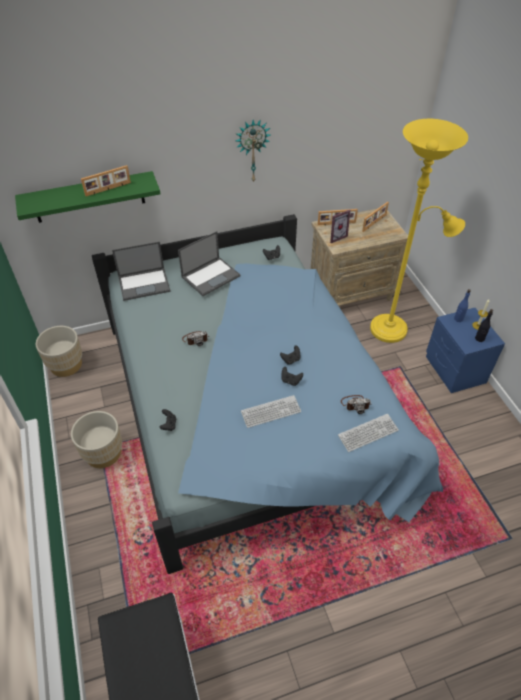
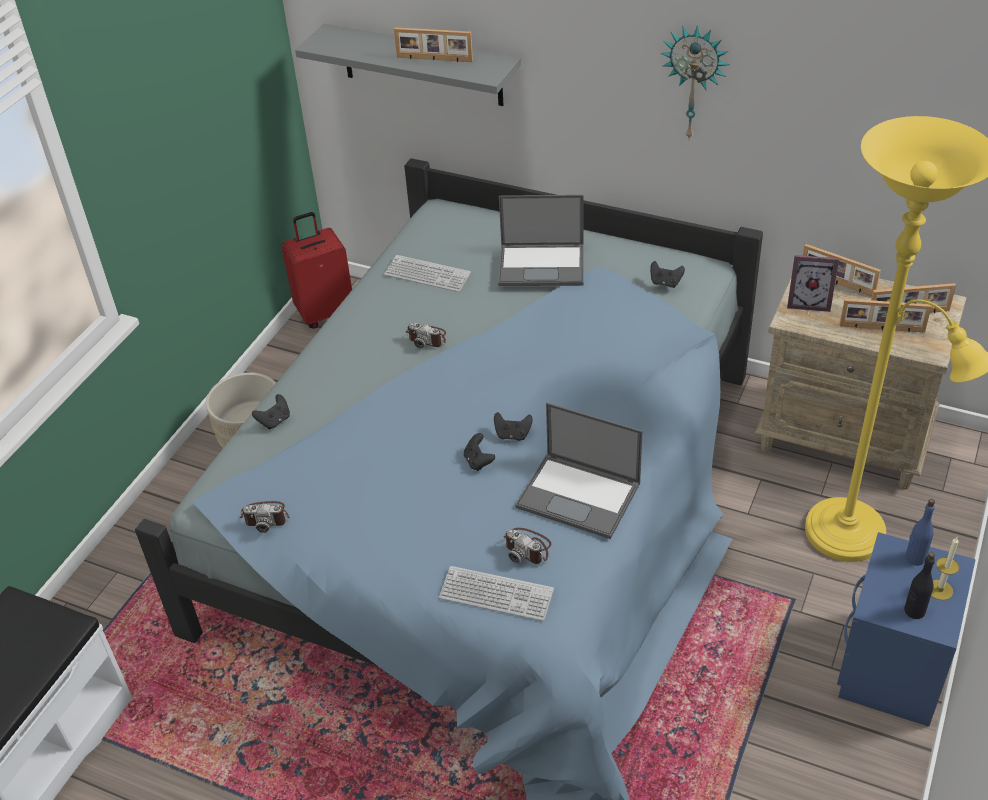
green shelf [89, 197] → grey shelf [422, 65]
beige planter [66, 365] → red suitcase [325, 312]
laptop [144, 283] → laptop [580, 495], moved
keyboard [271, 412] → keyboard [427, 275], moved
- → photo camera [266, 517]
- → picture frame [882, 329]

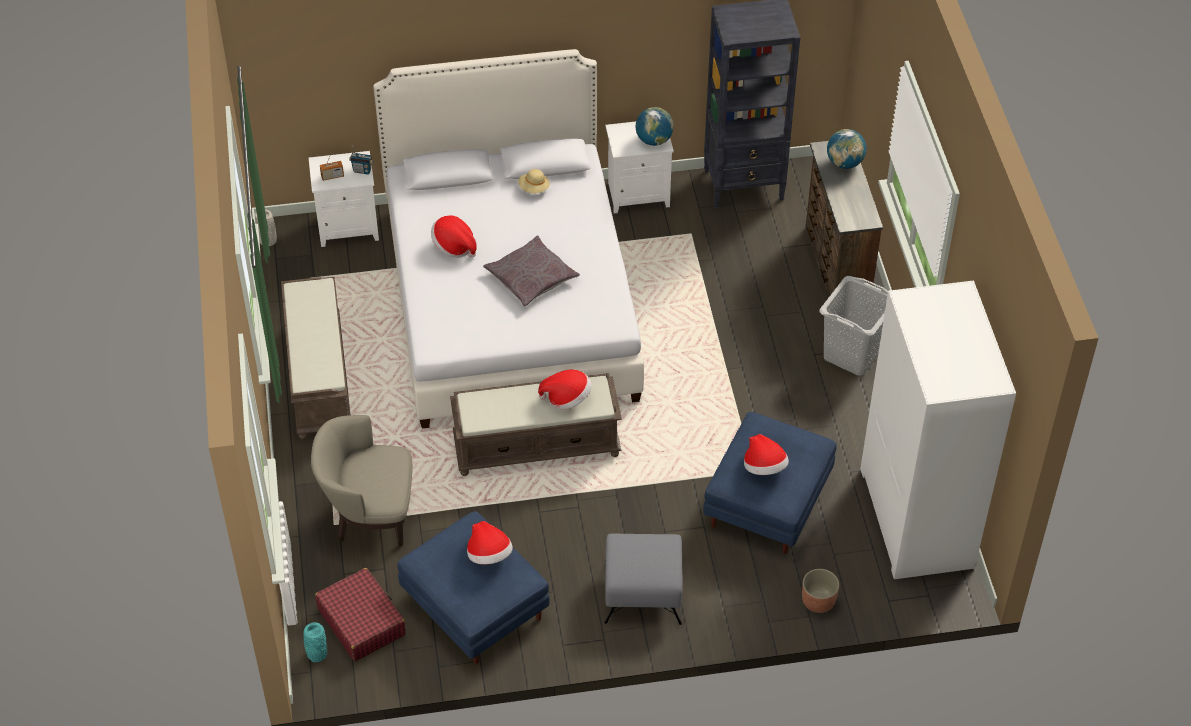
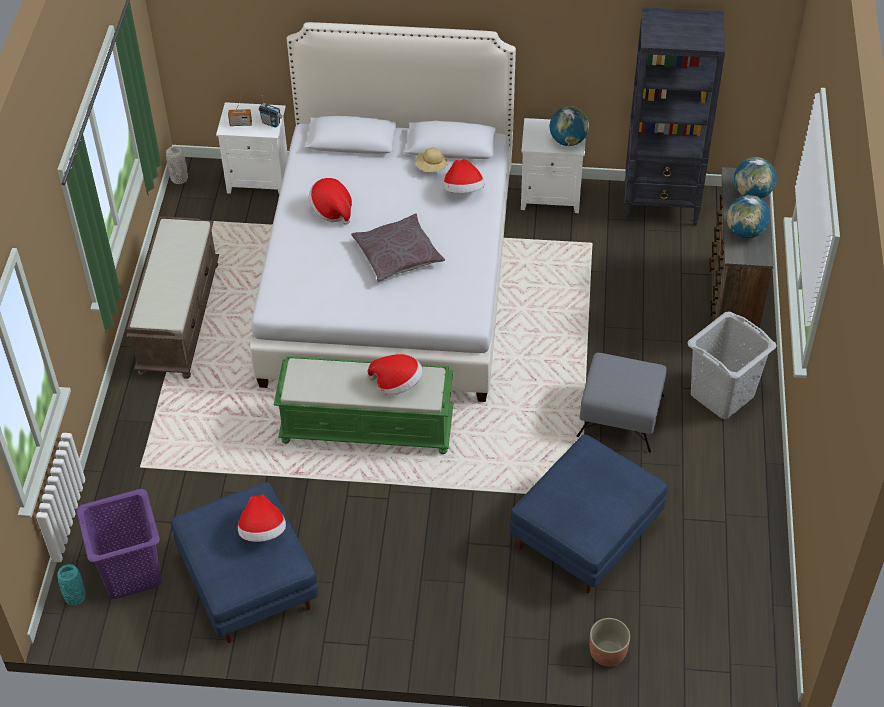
beige armchair [369, 515] → -
red suitcase [361, 621] → purple laundry basket [131, 572]
brown bench [537, 445] → green bench [368, 427]
grey ottoman [642, 591] → grey ottoman [619, 415], moved
hat [764, 467] → hat [463, 191], moved
white wardrobe [918, 519] → -
- → globe [745, 232]

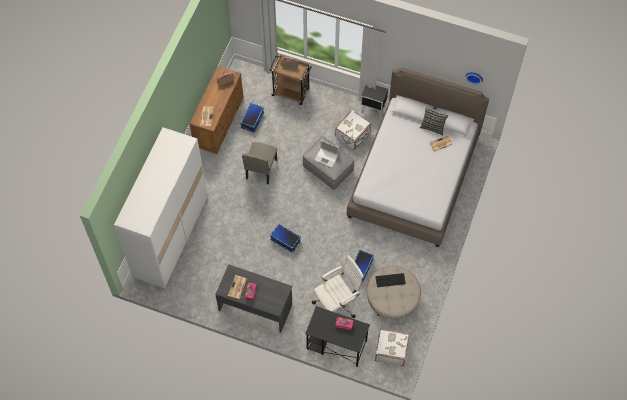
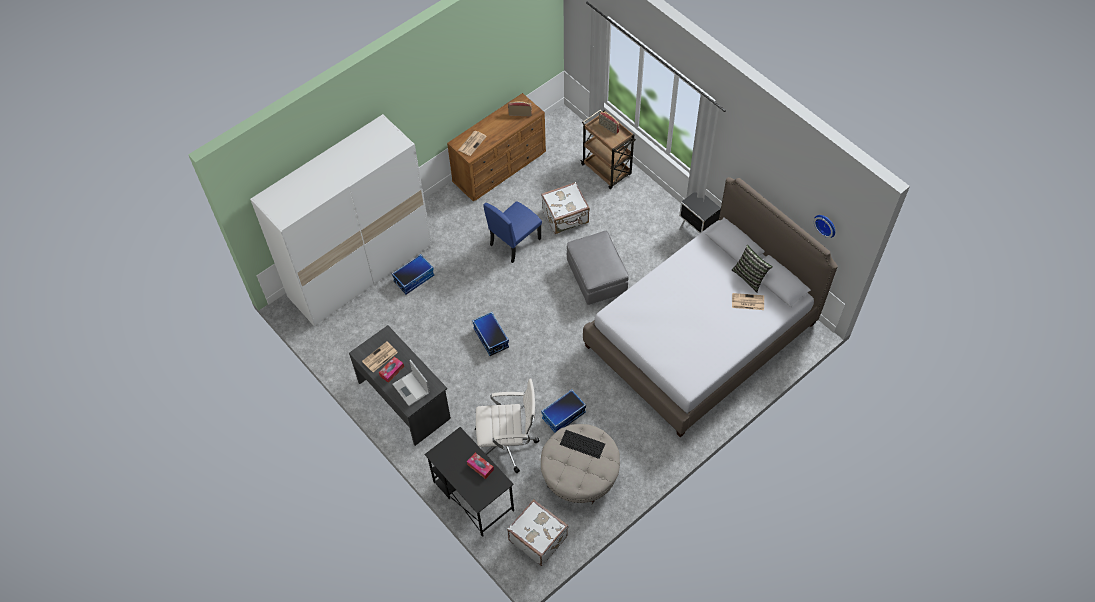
storage box [252, 120] → storage box [414, 278], moved
beige chair [261, 169] → blue chair [515, 241]
laptop [327, 157] → laptop [411, 389], moved
white suitcase [353, 135] → white suitcase [566, 217], moved

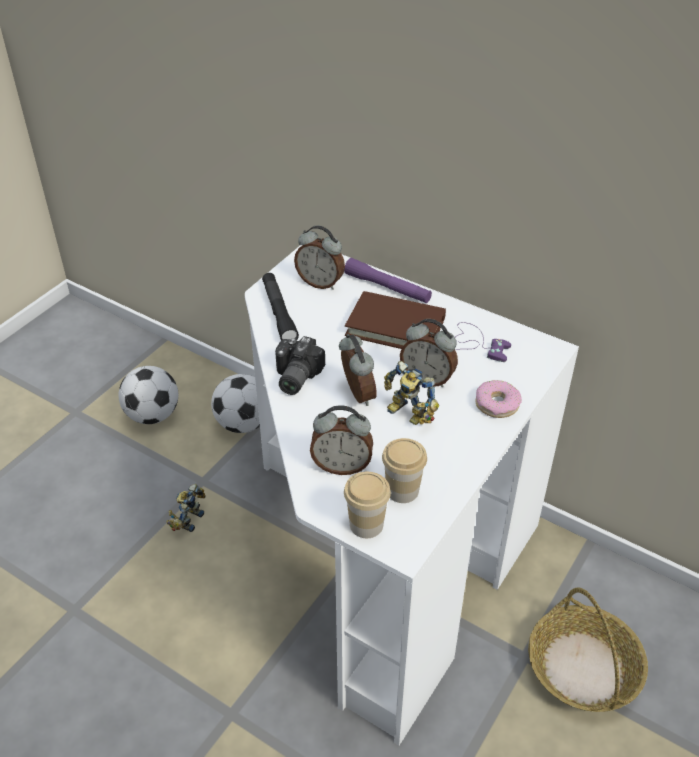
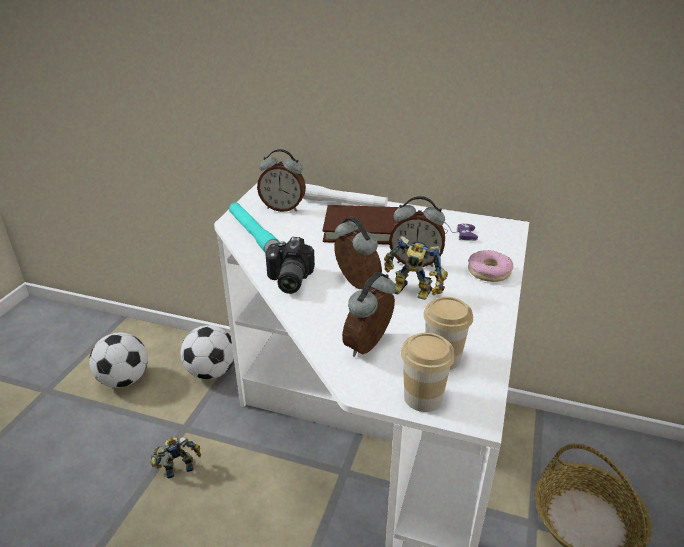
toy robot [188, 519] → toy robot [178, 466], 60 degrees clockwise
black flashlight [279, 313] → turquoise flashlight [253, 234]
alarm clock [342, 466] → alarm clock [370, 347], 135 degrees clockwise
purple flashlight [387, 288] → white flashlight [344, 204]

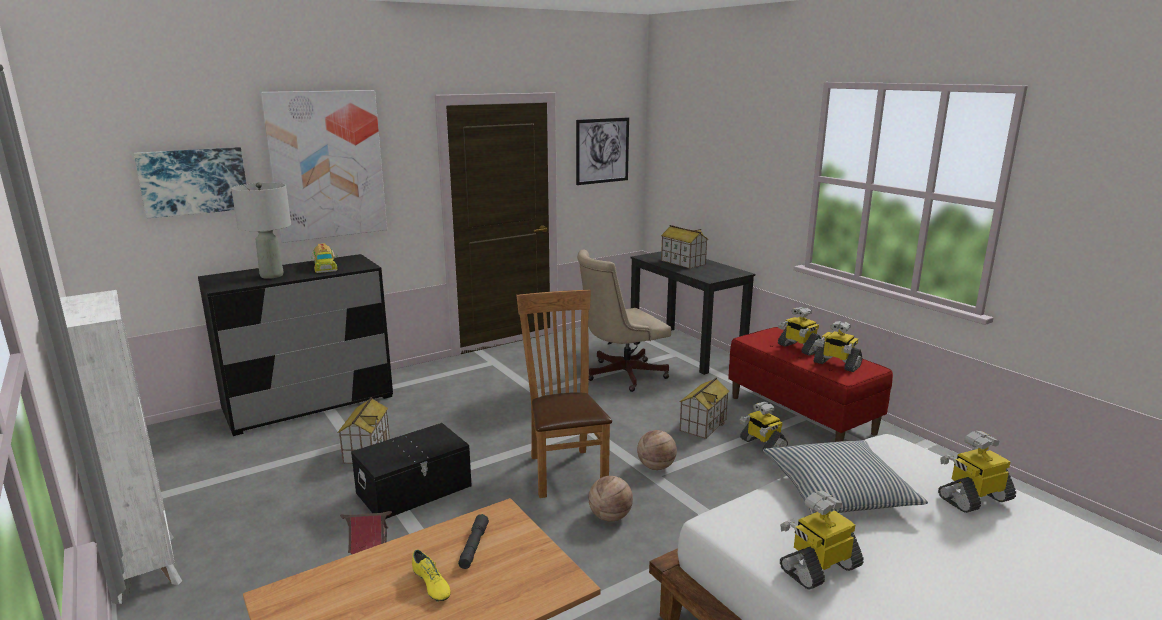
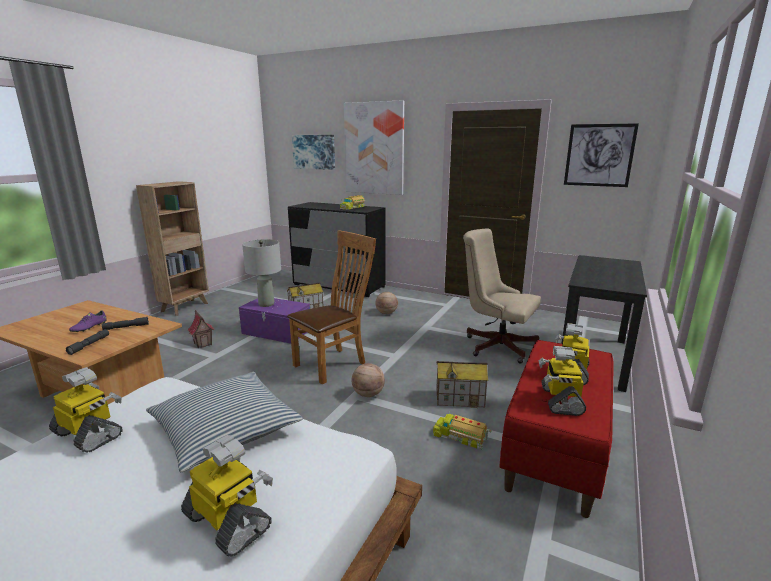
white bookcase [147, 566] → brown bookcase [186, 307]
grey table lamp [271, 275] → grey table lamp [266, 304], moved
black storage box [415, 490] → purple storage box [276, 332]
yellow shoe [431, 585] → purple shoe [89, 327]
basketball [610, 517] → basketball [386, 313], moved
toy house [682, 262] → -
toy robot [762, 444] → toy truck [460, 436]
- → grey flashlight [89, 345]

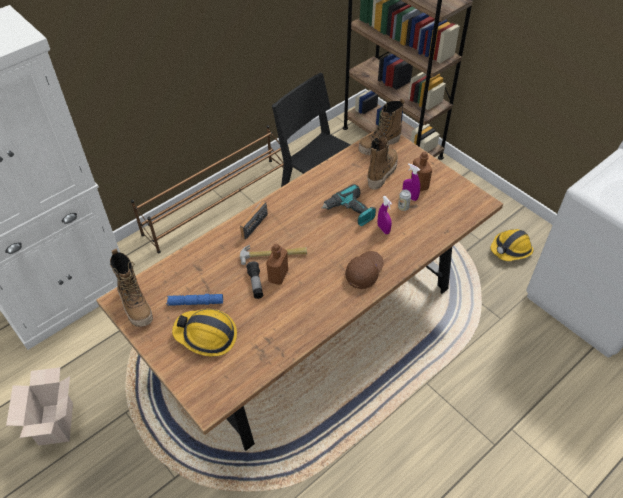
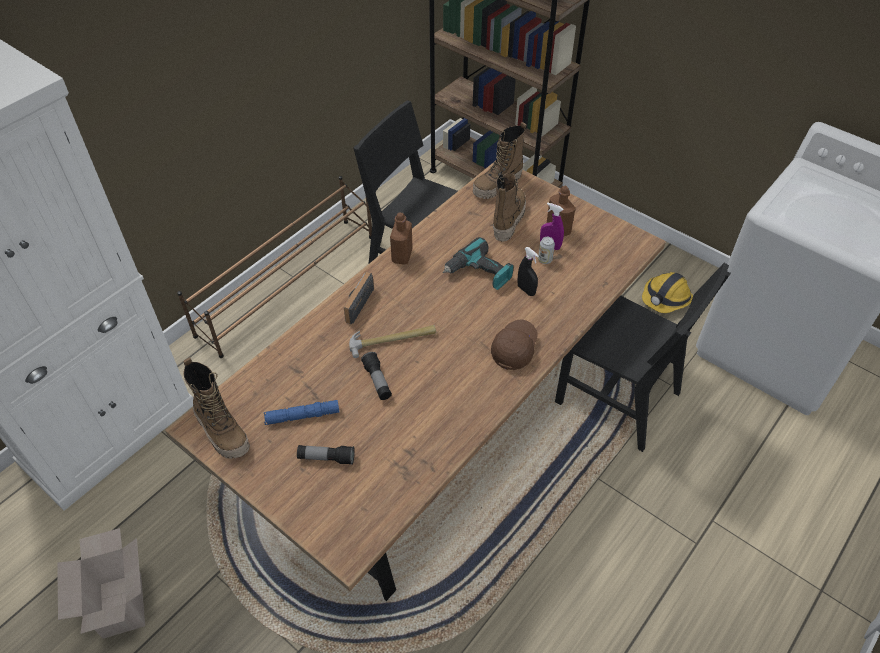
hard hat [206, 336] → flashlight [326, 458]
brown bottle [278, 276] → brown bottle [402, 256], moved
purple spray bottle [383, 229] → black spray bottle [526, 290]
- → black chair [617, 398]

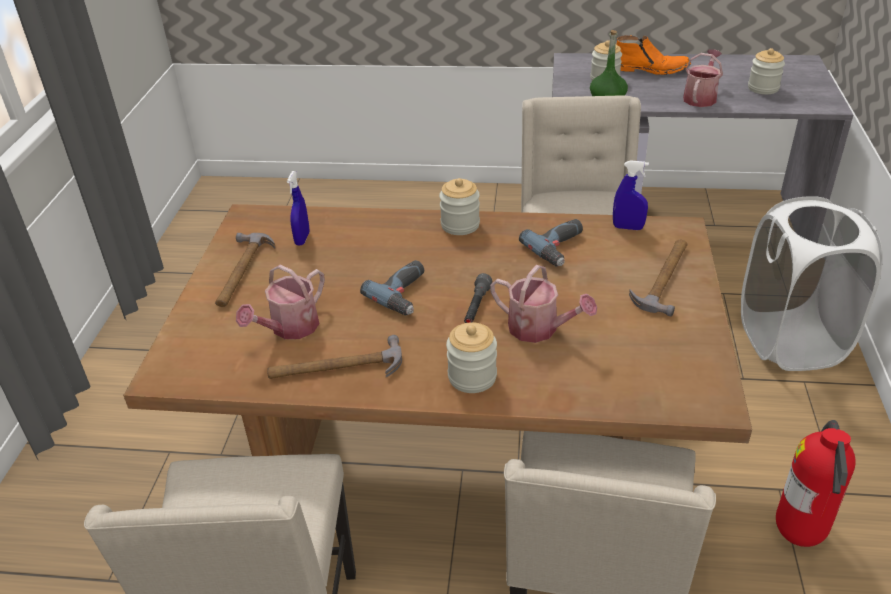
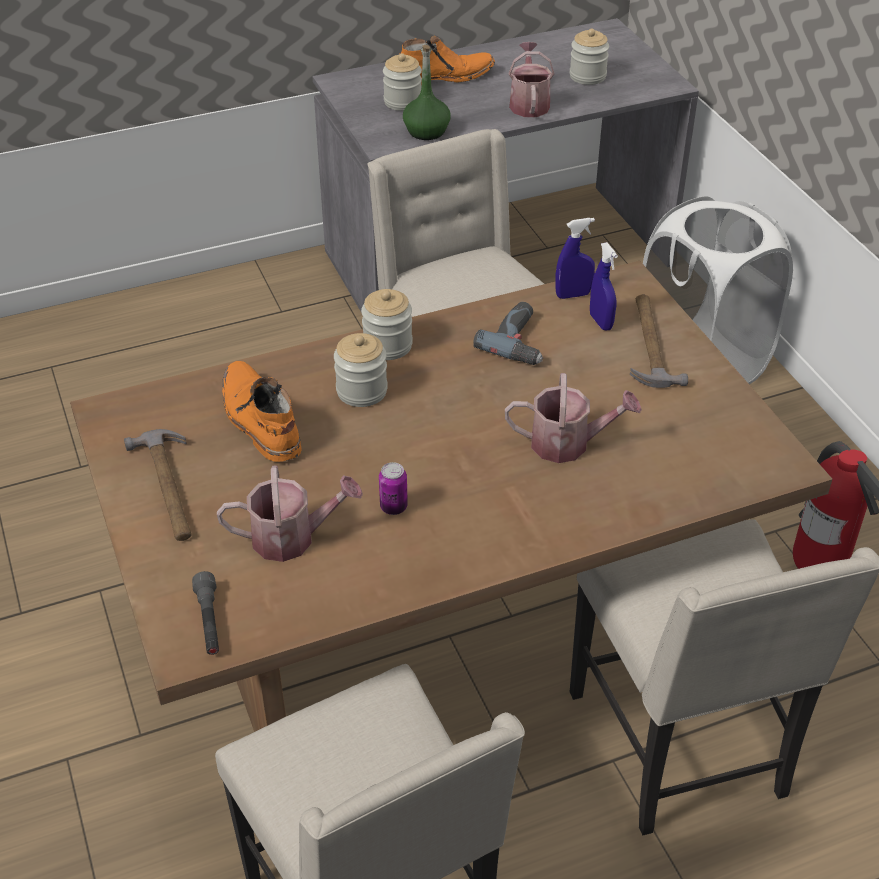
watering can [289, 328] → watering can [292, 537], 105 degrees counterclockwise
hammer [336, 368] → -
blue spray bottle [302, 239] → blue spray bottle [601, 322], moved
power drill [406, 294] → -
jar [472, 377] → jar [362, 391], moved
grey flashlight [476, 306] → grey flashlight [209, 621], moved
- → orange boot [259, 420]
- → can [393, 507]

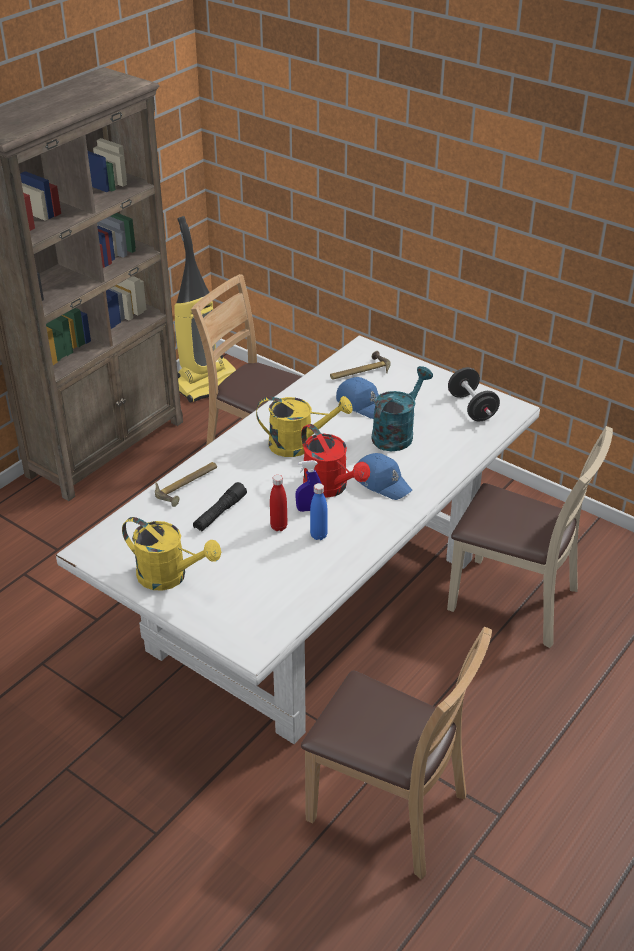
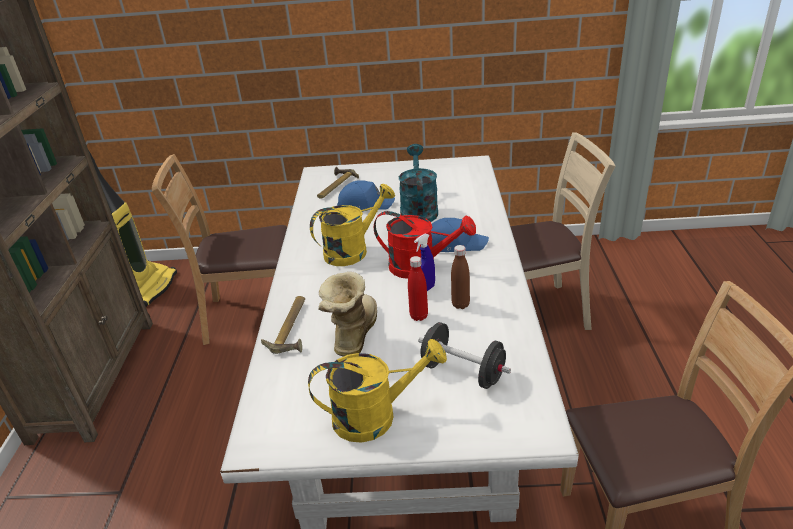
black flashlight [220, 513] → boot [352, 334]
blue bottle [318, 535] → brown bottle [460, 304]
black dumbbell [472, 408] → black dumbbell [463, 372], moved

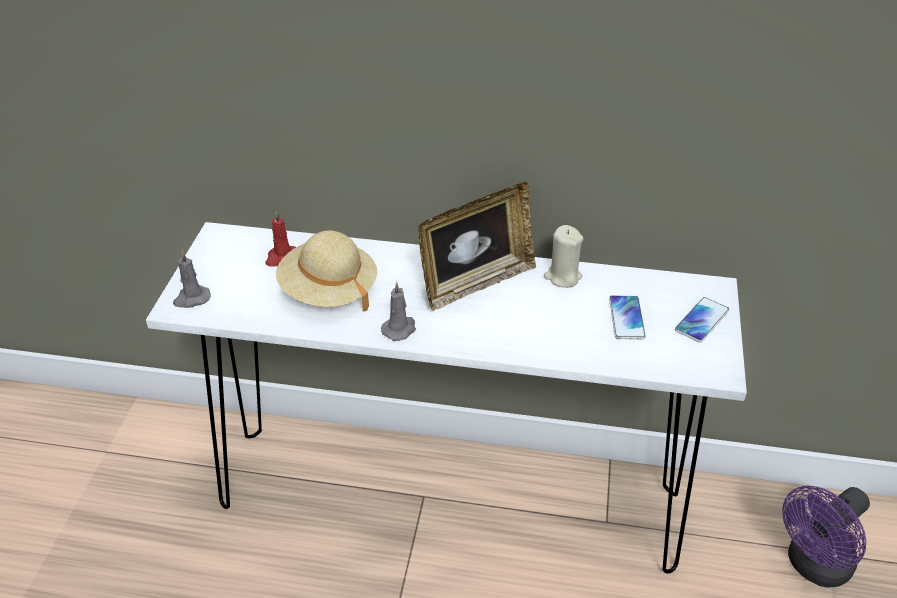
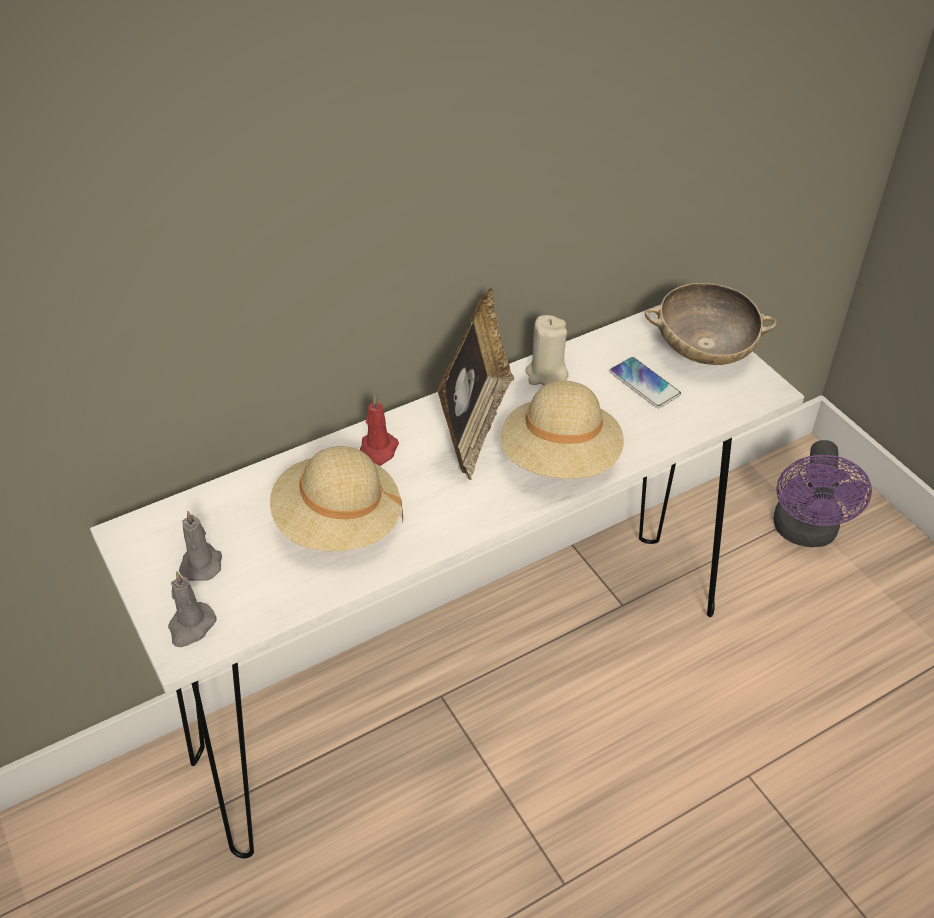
red candle [281, 258] → red candle [378, 451], moved
grey candle [400, 329] → grey candle [202, 563], moved
phone [701, 320] → beige bowl [704, 350]
- → beige hat [560, 459]

